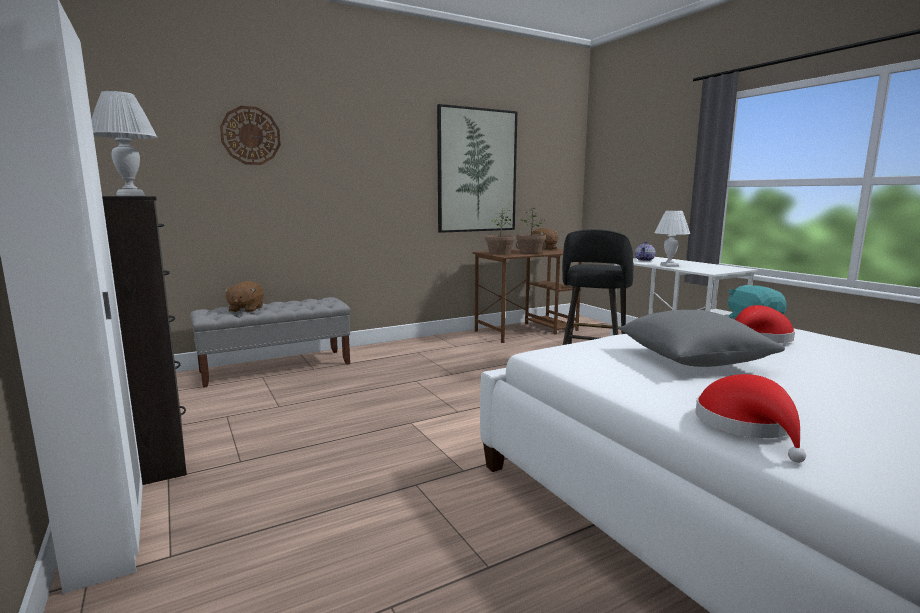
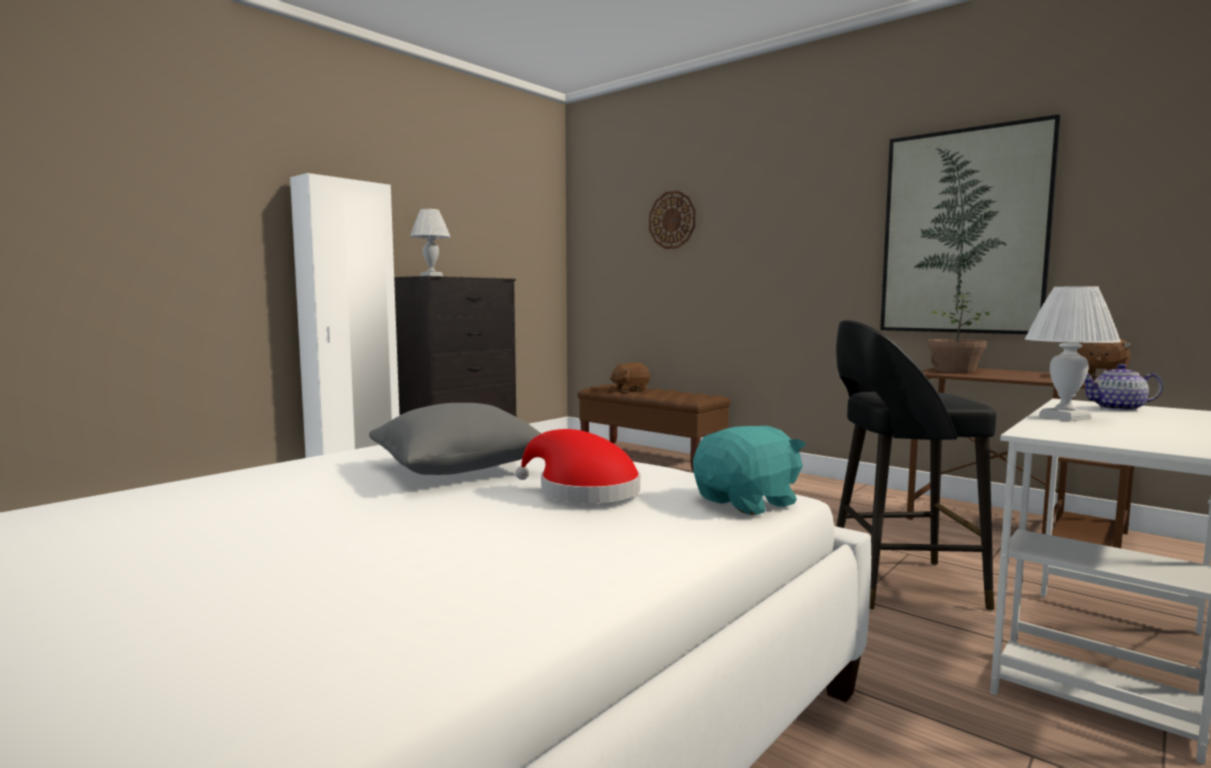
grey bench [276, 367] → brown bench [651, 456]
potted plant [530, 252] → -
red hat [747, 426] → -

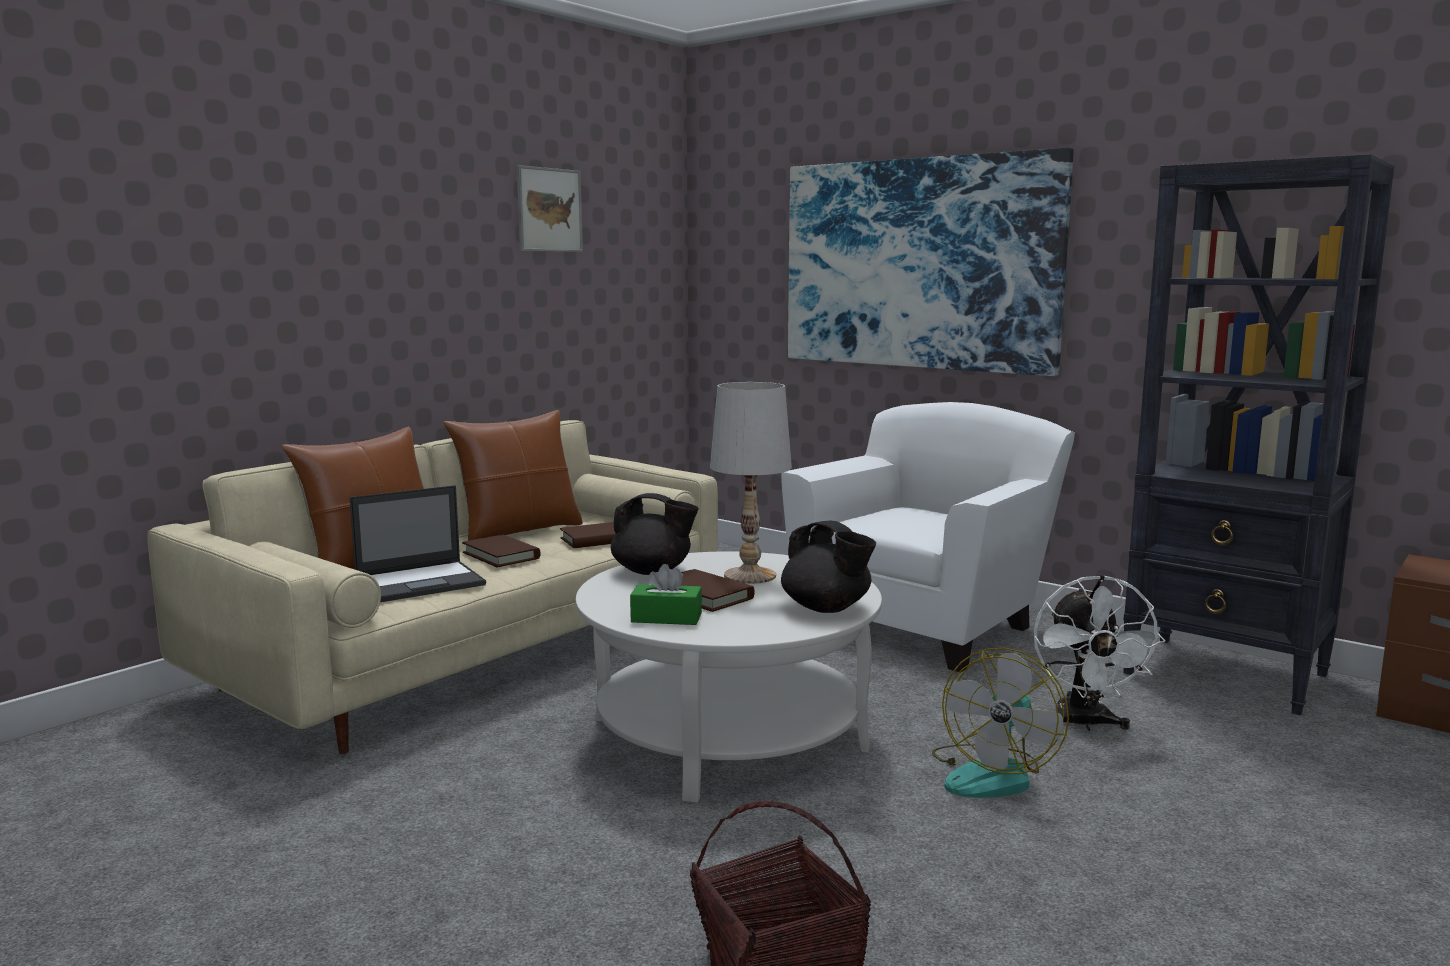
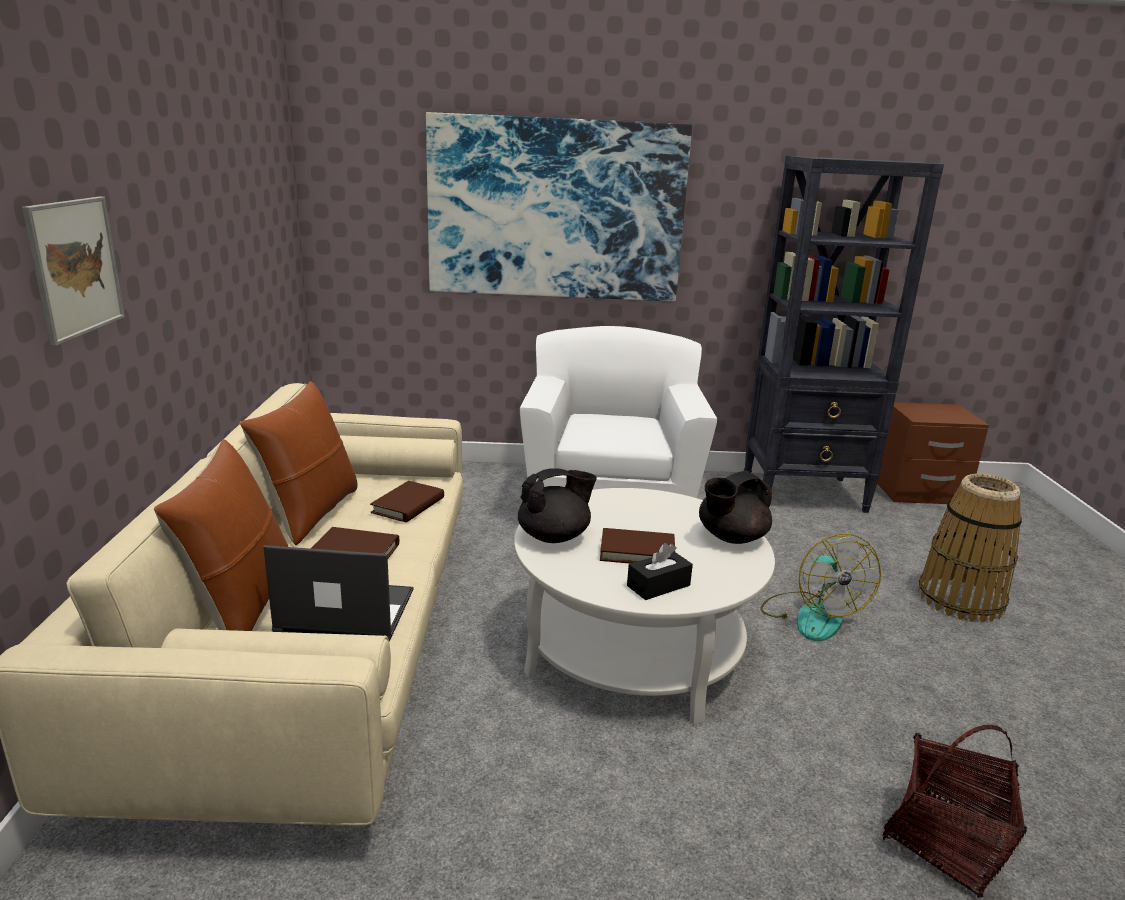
laptop [421, 582] → laptop [344, 611], 105 degrees counterclockwise
picture [549, 210] → picture [75, 267], moved
green tissue box [666, 618] → black tissue box [658, 585]
white table lamp [749, 576] → -
black teapot [827, 608] → black teapot [731, 537], 135 degrees clockwise
white fan [1084, 724] → -
- → basket [960, 599]

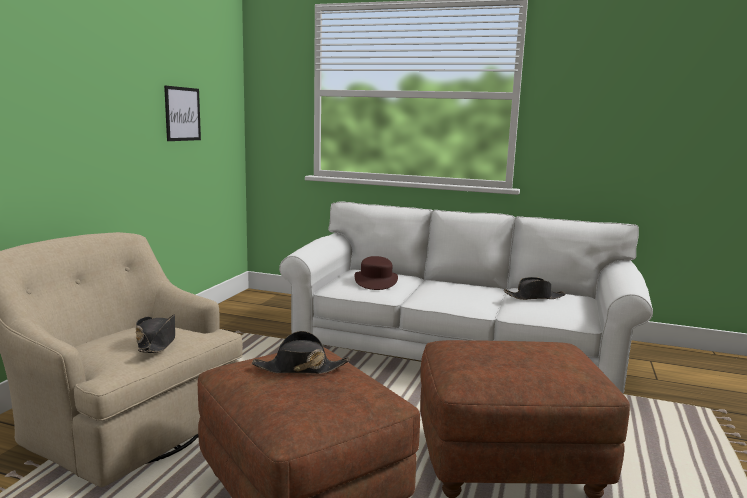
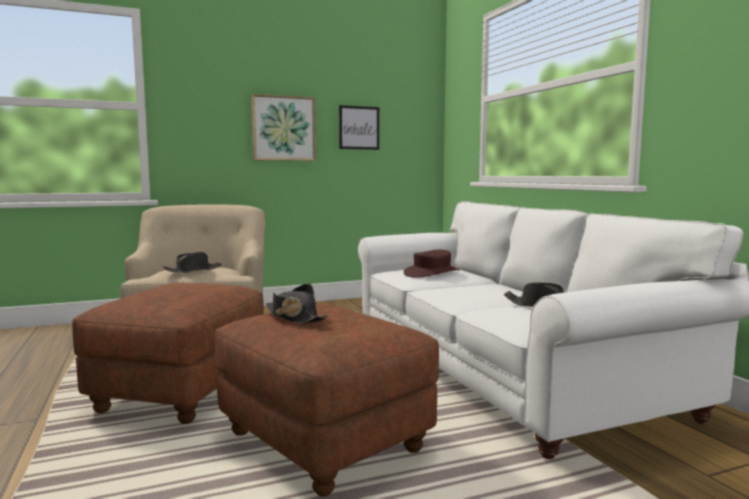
black hat [300, 368] → black hat [294, 317], moved
- → picture [283, 128]

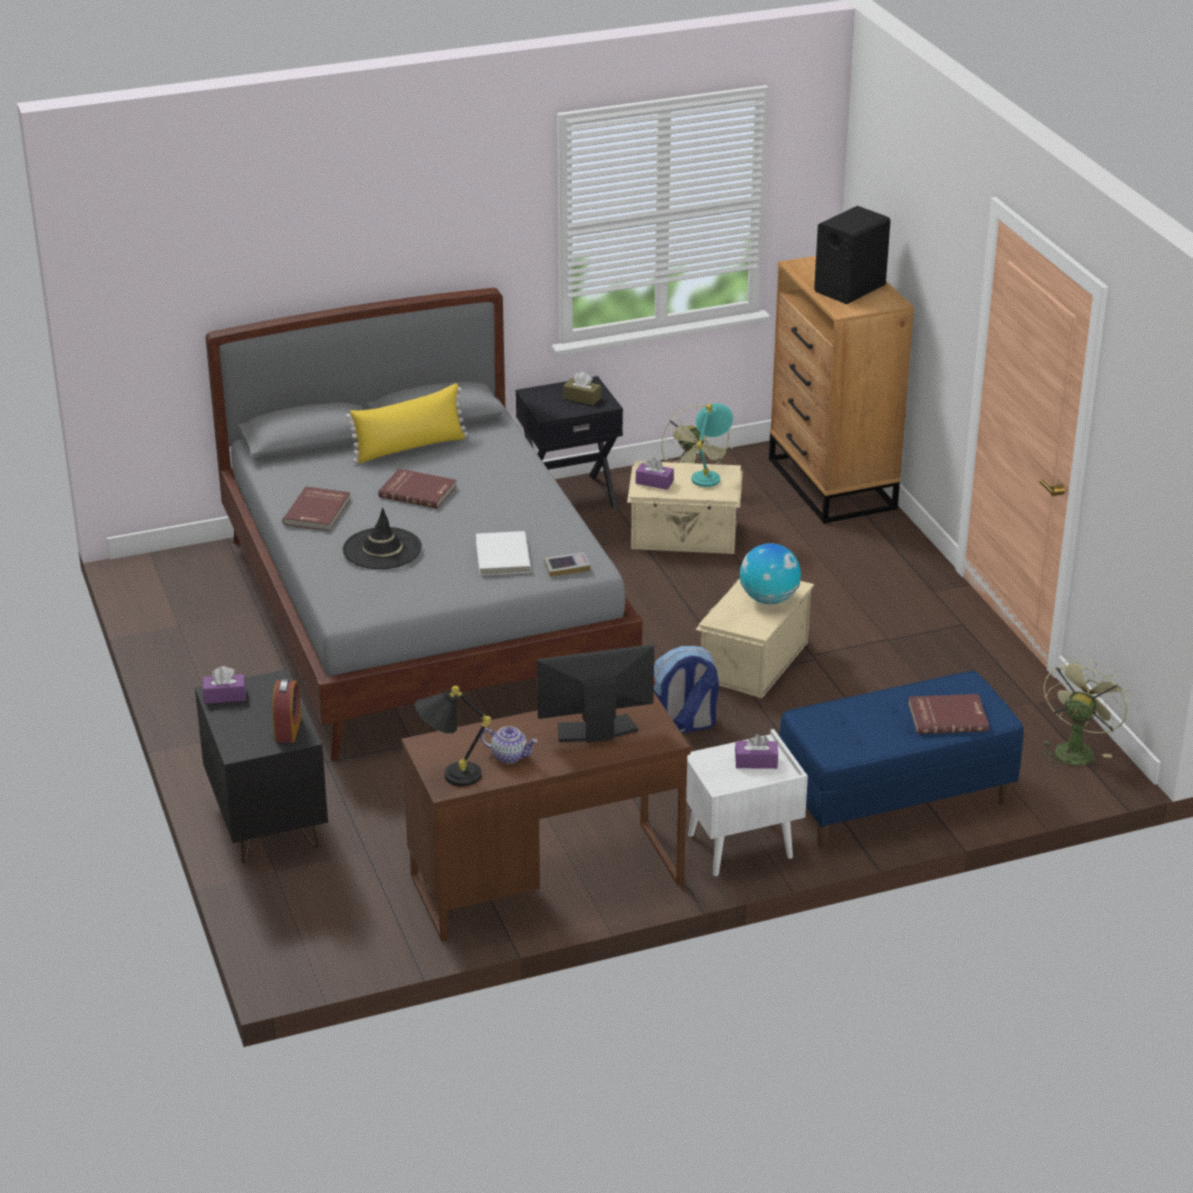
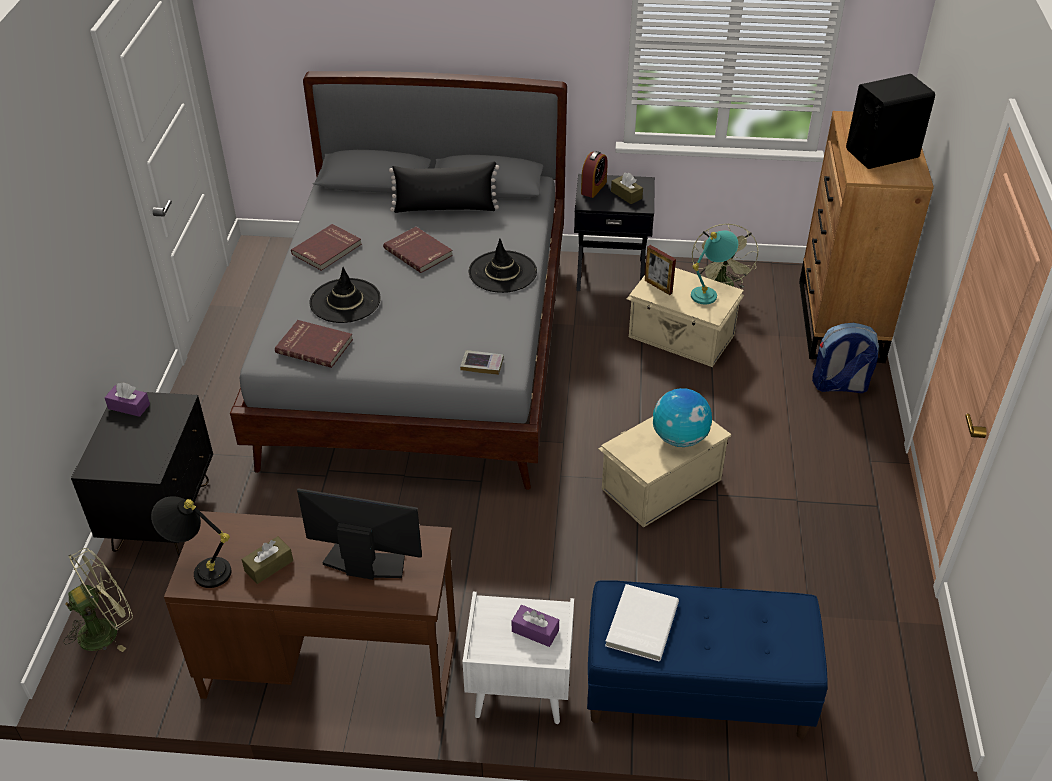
alarm clock [288, 728] → alarm clock [593, 188], moved
yellow pillow [410, 448] → black pillow [445, 208]
white book [501, 556] → white book [640, 624], moved
teapot [510, 756] → brown tissue box [269, 566]
purple tissue box [654, 482] → picture frame [658, 286]
backpack [682, 727] → backpack [839, 386], moved
red book [947, 716] → red book [315, 345], moved
green fan [1075, 749] → green fan [106, 629], moved
- → black hat [502, 272]

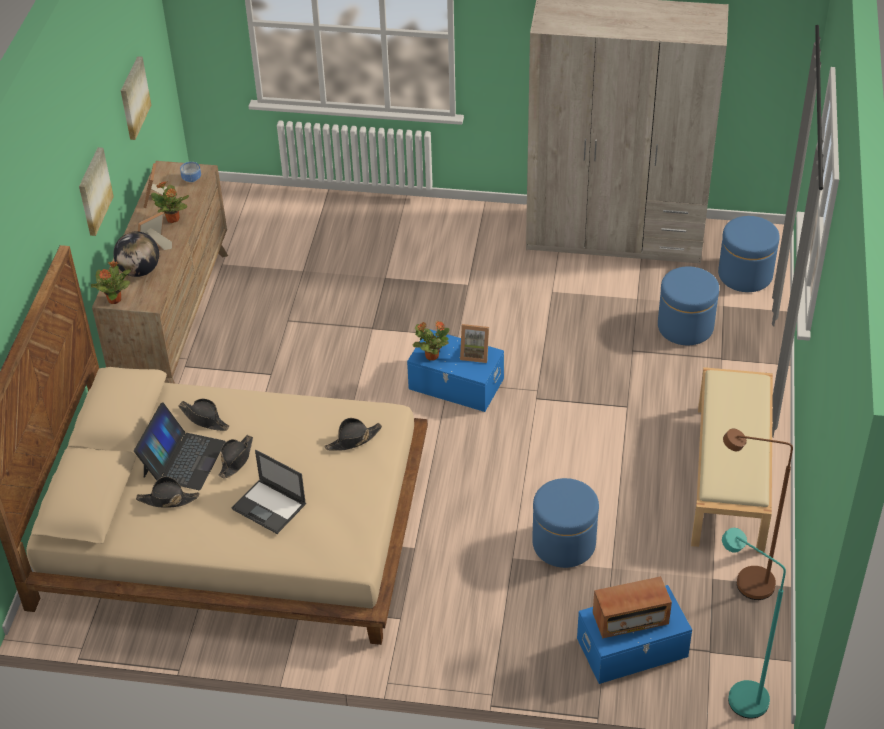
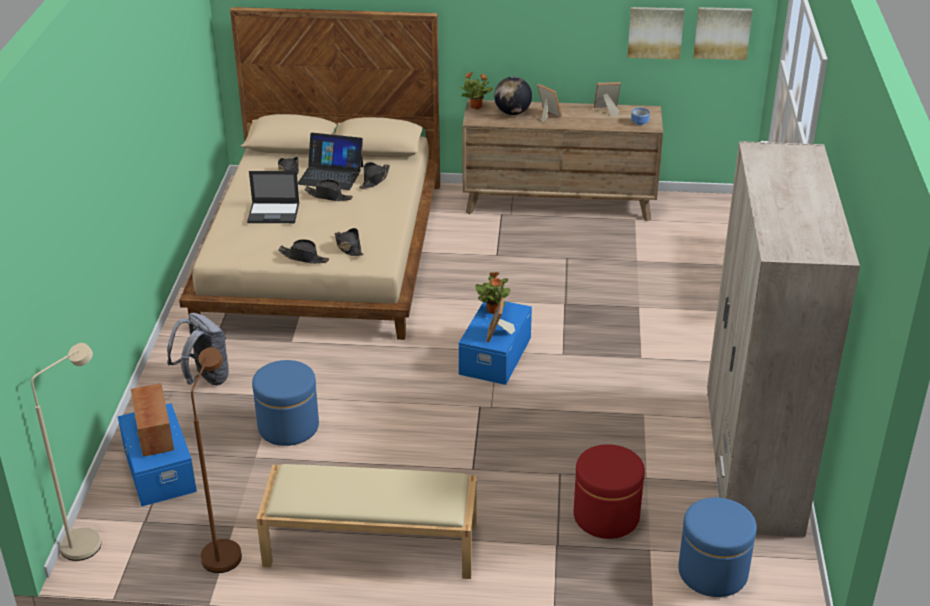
picture [93, 191] → picture [722, 32], moved
potted plant [173, 219] → -
laptop [270, 507] → laptop [274, 213], 120 degrees counterclockwise
blue ottoman [685, 327] → red ottoman [606, 516]
turquoise floor lamp [738, 694] → beige floor lamp [90, 539]
- → grey backpack [204, 379]
- → black hat [304, 257]

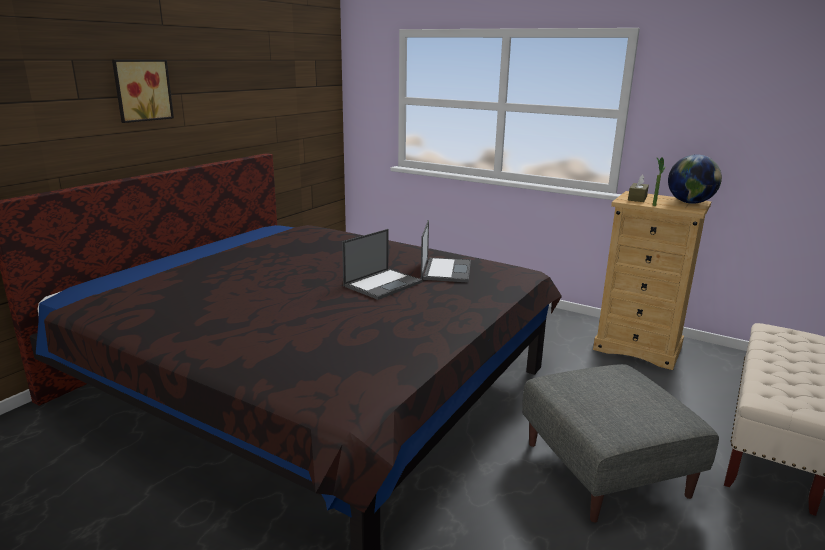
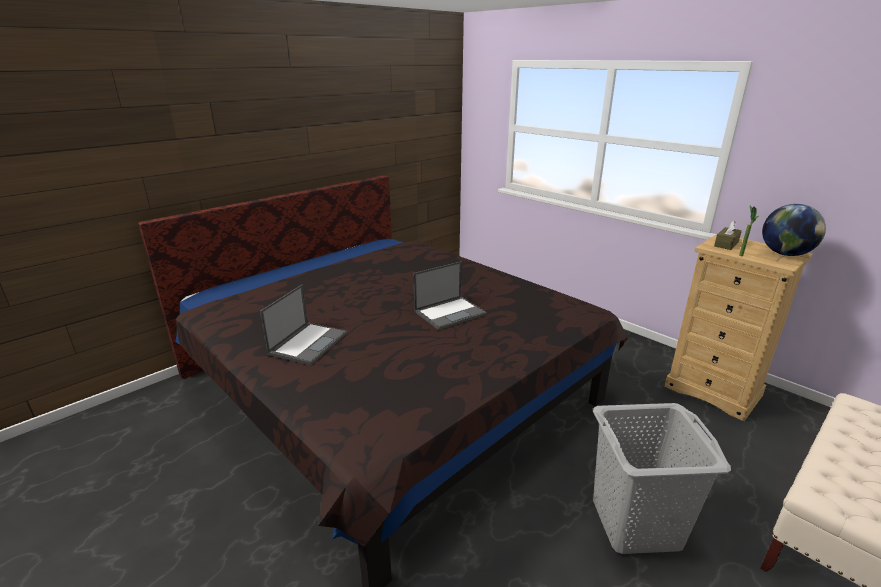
picture [141, 90] → -
laptop [446, 270] → laptop [308, 343], moved
grey ottoman [606, 469] → grey laundry basket [636, 524]

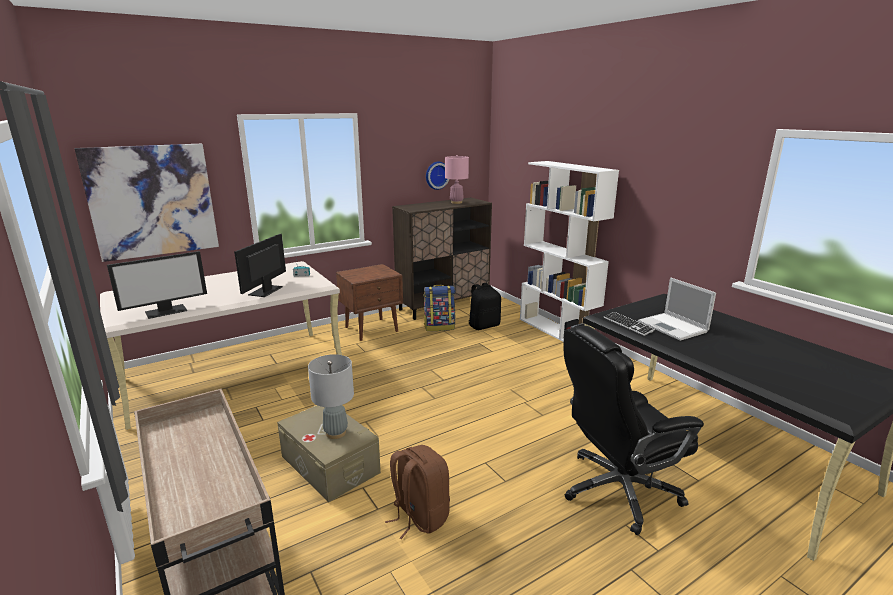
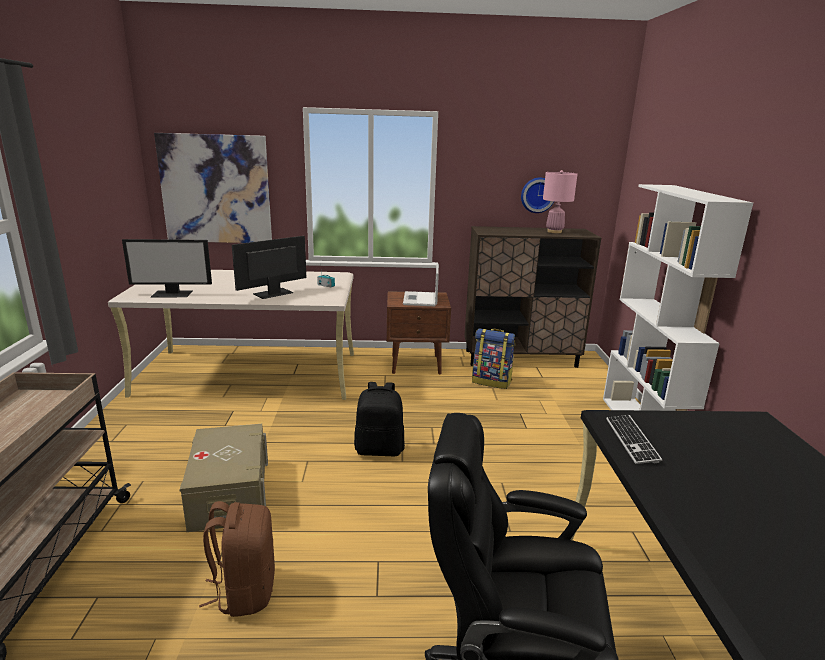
grey table lamp [336, 433] → -
black backpack [484, 326] → black backpack [379, 449], moved
laptop [673, 327] → laptop [420, 300], moved

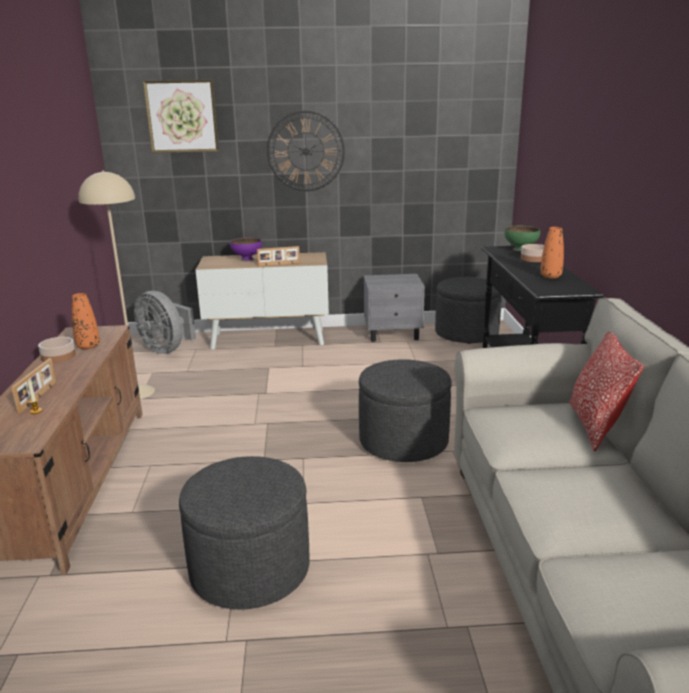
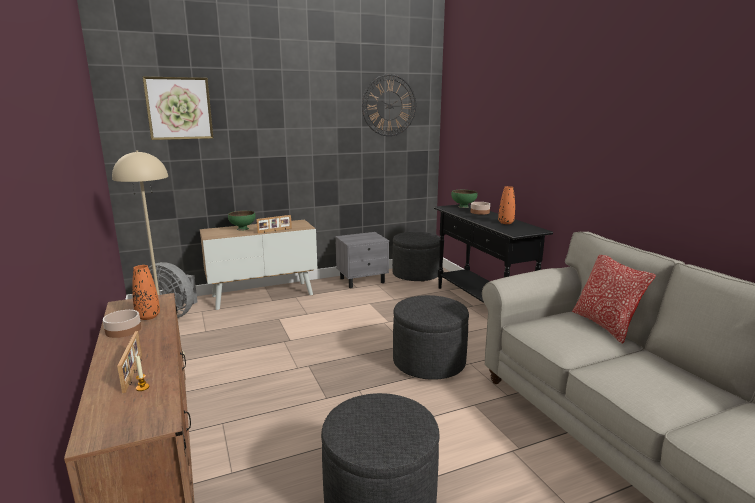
purple bowl [247, 259] → green bowl [243, 229]
wall clock [305, 151] → wall clock [389, 105], moved

